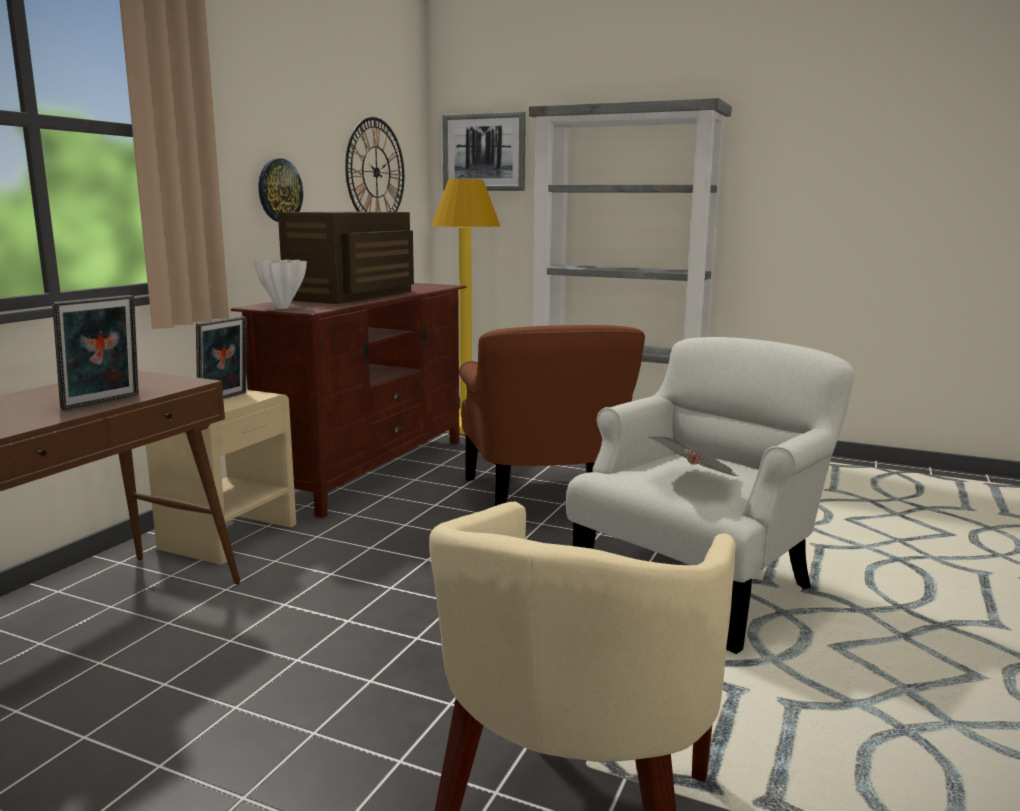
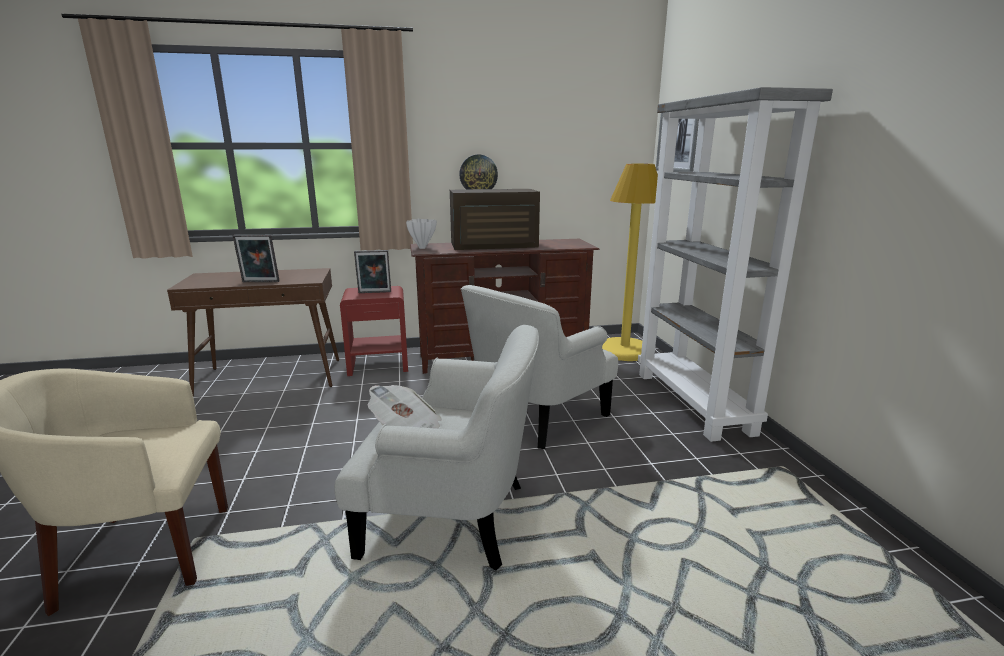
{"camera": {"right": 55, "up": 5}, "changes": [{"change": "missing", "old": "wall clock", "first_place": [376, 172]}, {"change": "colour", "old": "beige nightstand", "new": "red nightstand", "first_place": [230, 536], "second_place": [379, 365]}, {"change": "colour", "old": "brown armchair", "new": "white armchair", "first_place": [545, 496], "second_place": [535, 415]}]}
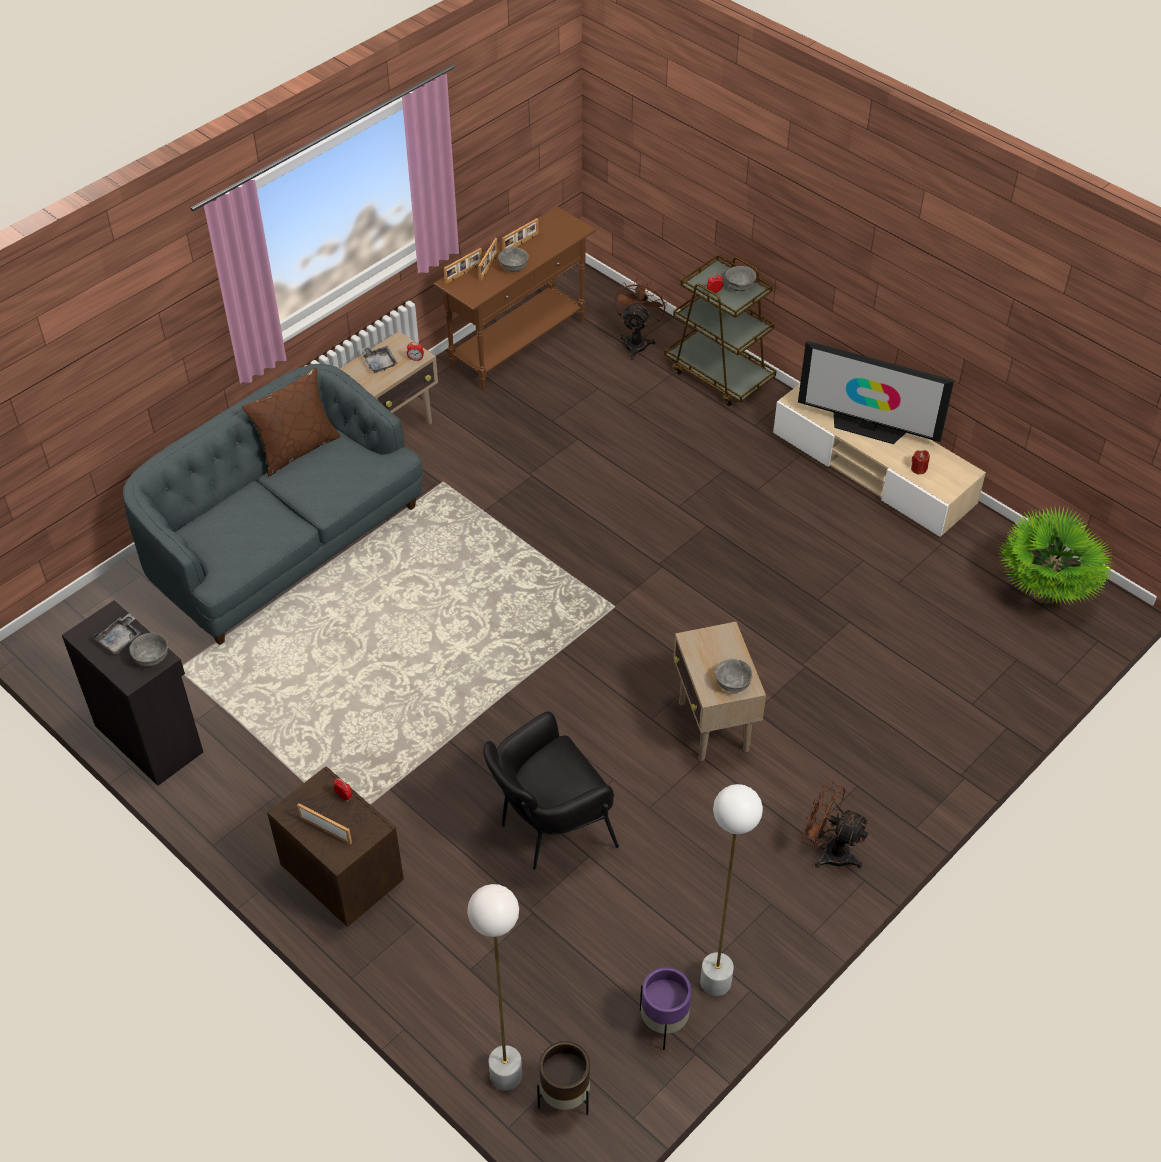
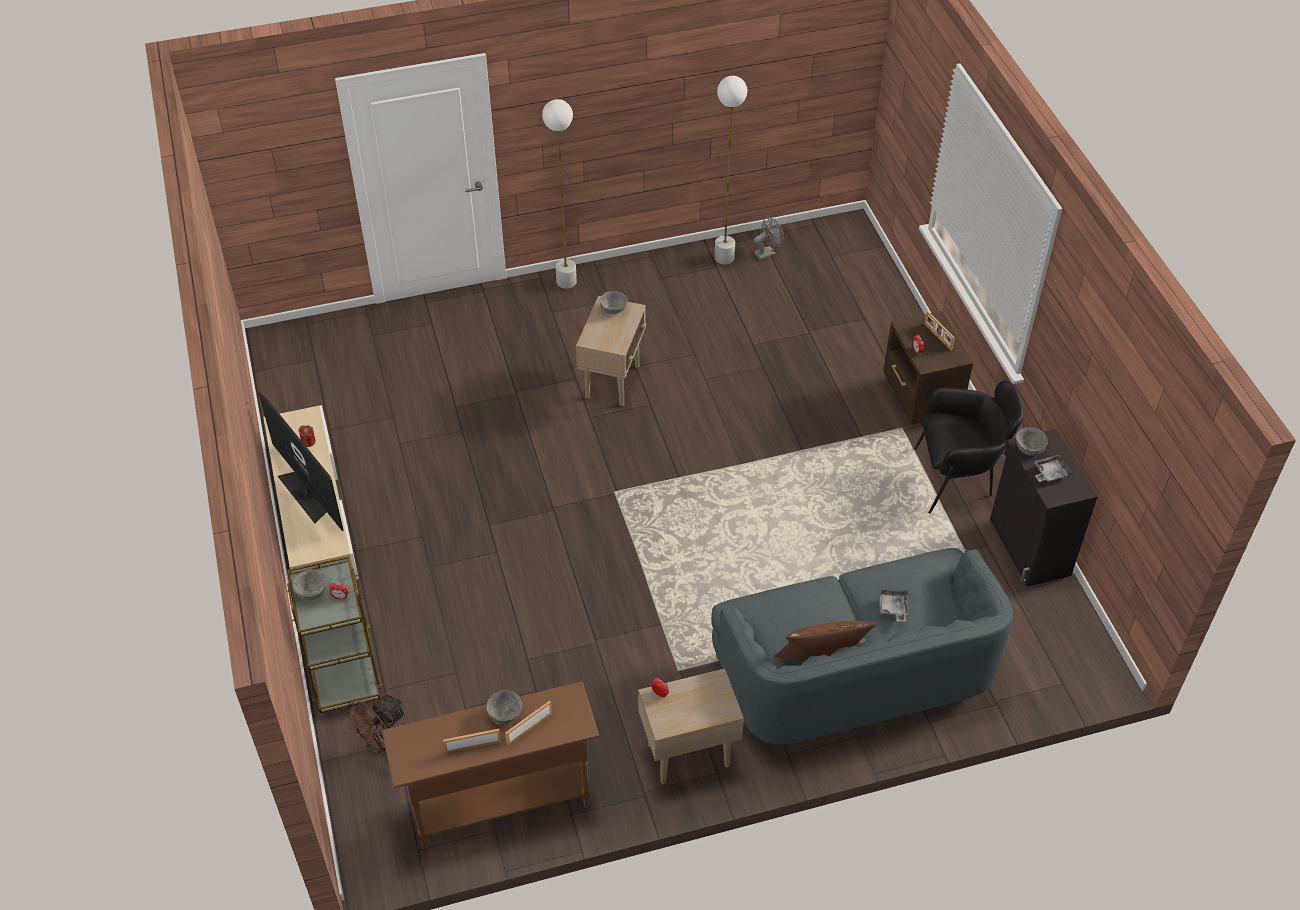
{"camera": {"right": -150, "up": 0}, "changes": [{"change": "missing", "old": "picture frame", "first_place": [464, 273]}, {"change": "missing", "old": "brown planter", "first_place": [564, 1097]}, {"change": "missing", "old": "brown fan", "first_place": [829, 851]}, {"change": "missing", "old": "potted plant", "first_place": [1045, 592]}, {"change": "relocated", "old": "grey tray", "first_place": [379, 362], "second_place": [892, 608]}, {"change": "relocated", "old": "white floor lamp", "first_place": [506, 1075], "second_place": [566, 282]}, {"change": "relocated", "old": "black armchair", "first_place": [549, 830], "second_place": [958, 479]}, {"change": "exchanged", "old": "purple planter", "new": "grey fan", "first_place": [664, 1023], "second_place": [767, 252]}]}
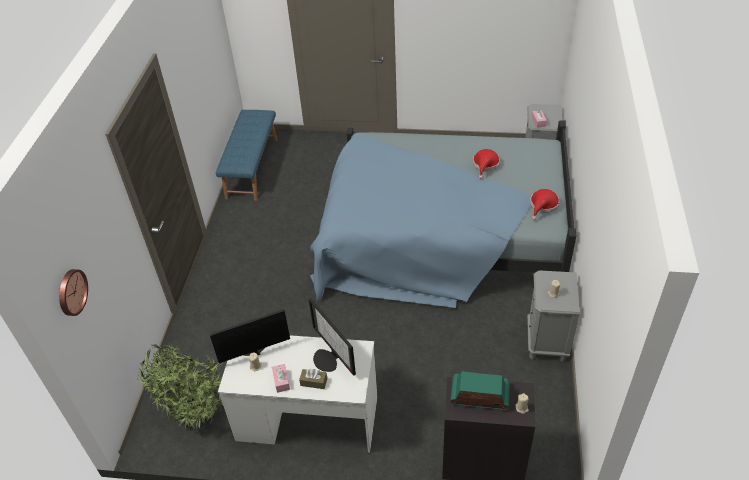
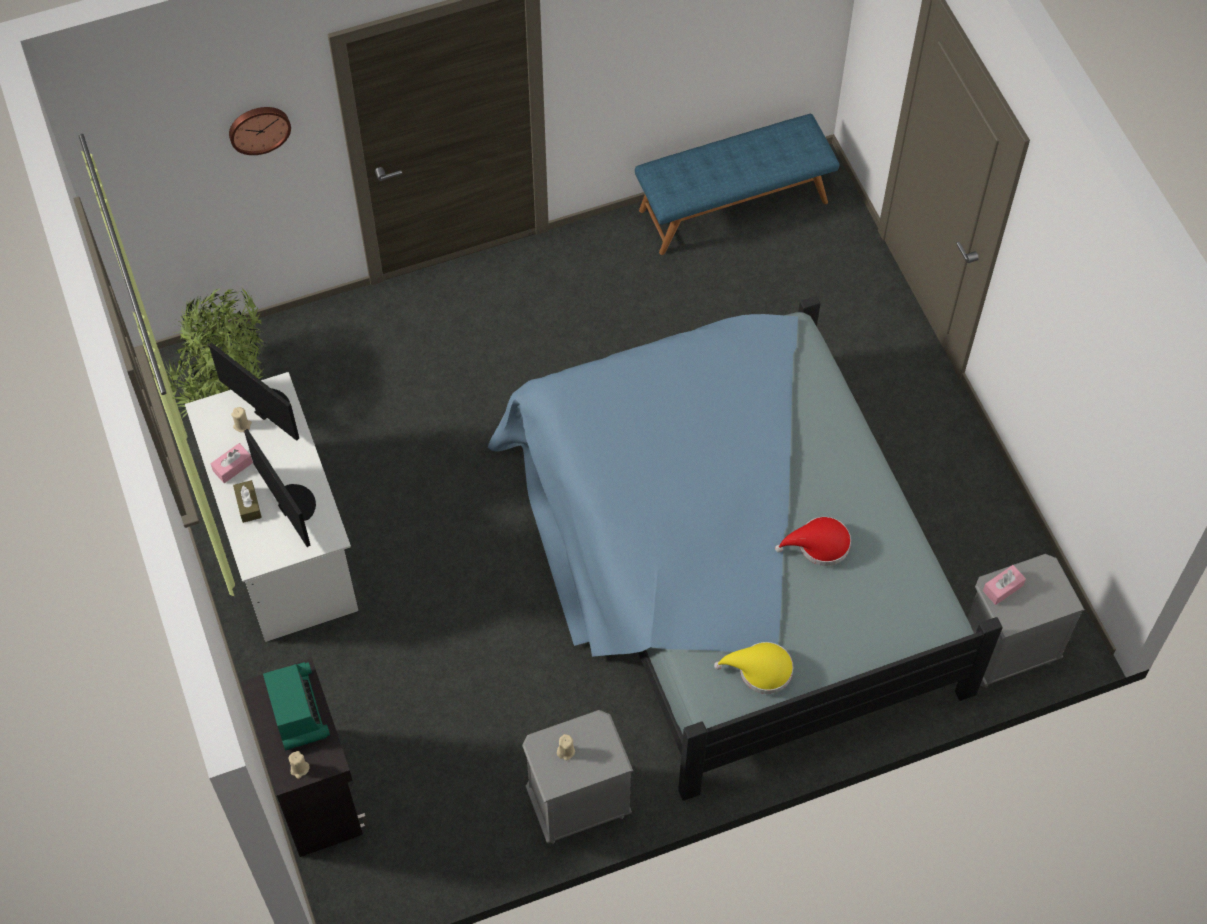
{"camera": {"right": 60, "up": 15}, "changes": [{"change": "relocated", "old": "wall clock", "first_place": [71, 292], "second_place": [259, 128]}, {"change": "colour", "old": "red hat", "new": "yellow hat", "first_place": [543, 205], "second_place": [760, 670]}, {"change": "spun", "old": "monitor", "first_place": [328, 359], "second_place": [293, 504], "degrees": 120}]}
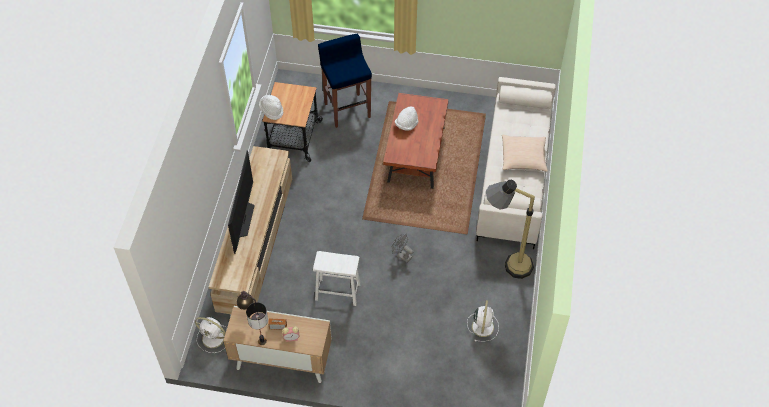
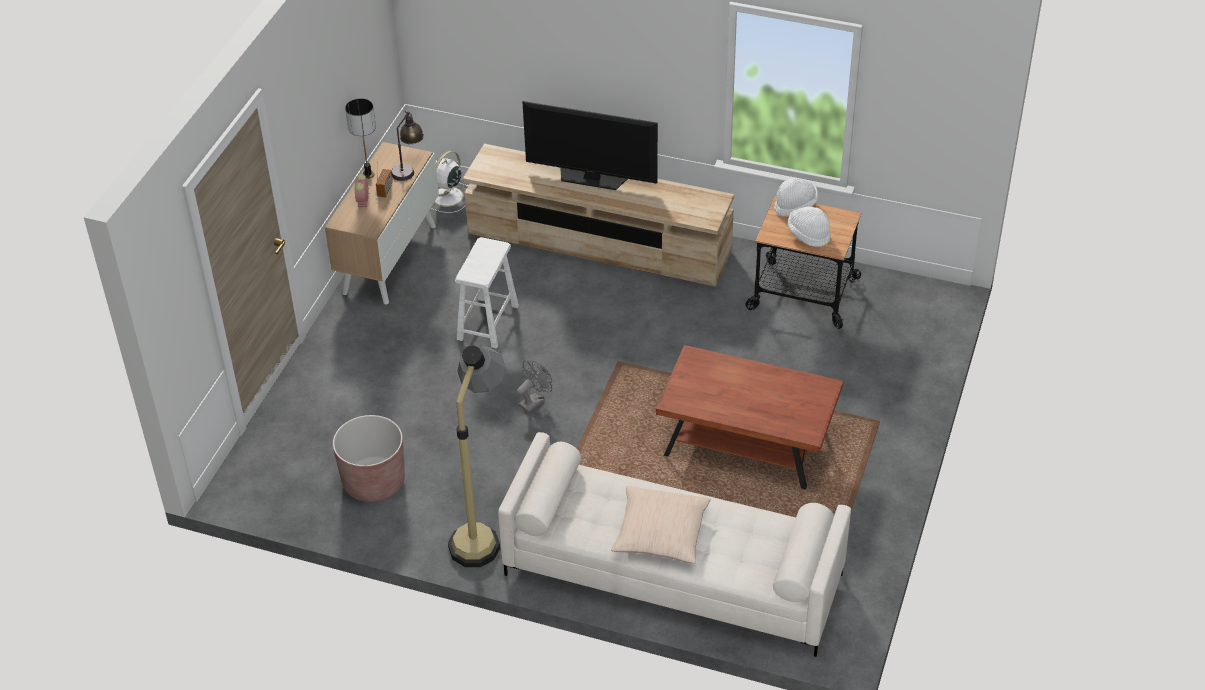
{"camera": {"right": 100, "up": -10}, "changes": [{"change": "missing", "old": "blue stool", "first_place": [347, 109]}, {"change": "relocated", "old": "white hat", "first_place": [406, 124], "second_place": [809, 234]}, {"change": "exchanged", "old": "white fan", "new": "brown planter", "first_place": [483, 326], "second_place": [374, 482]}]}
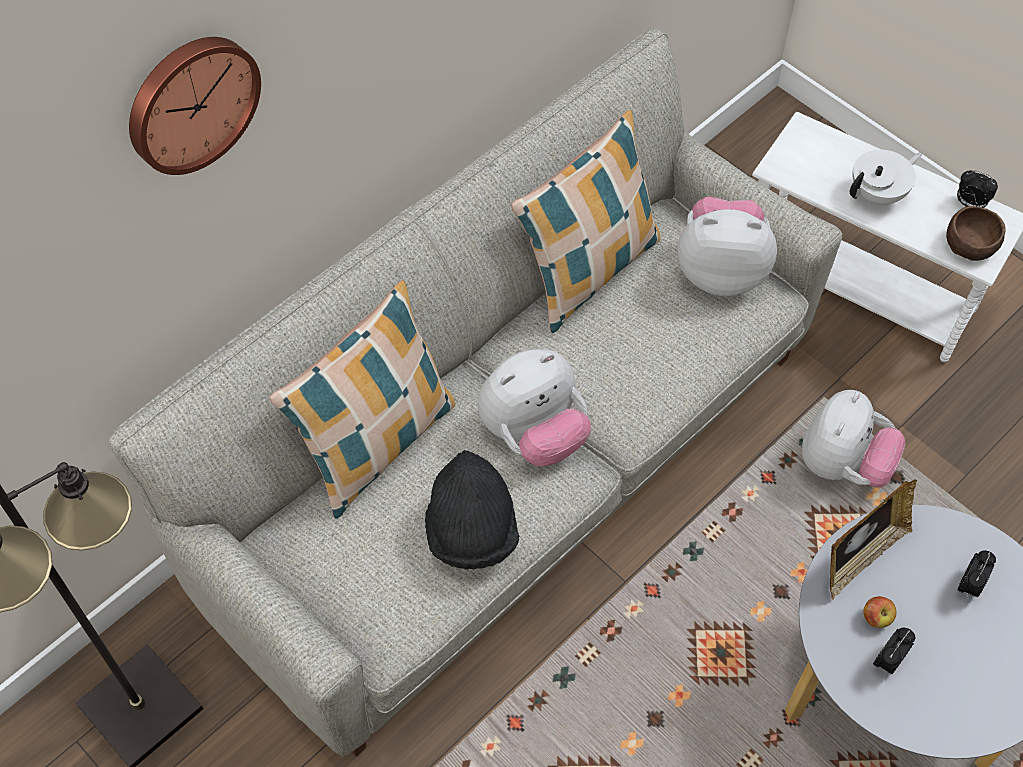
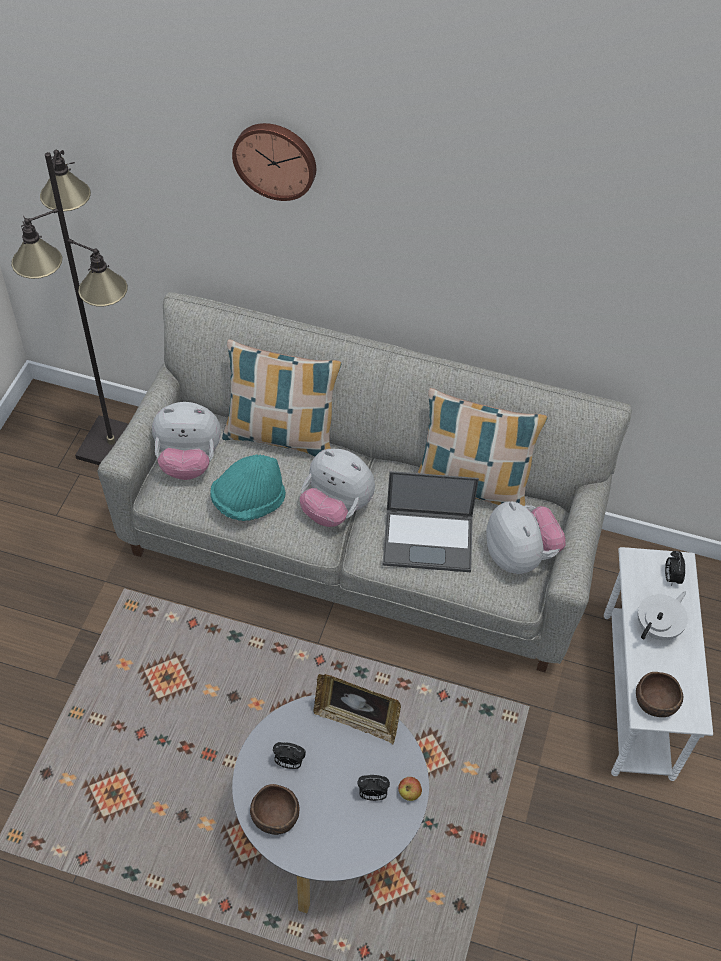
{"camera": {"right": 60, "up": -5}, "changes": [{"change": "appeared", "new": "brown bowl", "second_place": [276, 817]}, {"change": "appeared", "new": "laptop", "second_place": [429, 539]}, {"change": "relocated", "old": "plush toy", "first_place": [842, 464], "second_place": [188, 461]}, {"change": "relocated", "old": "apple", "first_place": [876, 618], "second_place": [409, 793]}, {"change": "relocated", "old": "alarm clock", "first_place": [969, 204], "second_place": [671, 577]}, {"change": "colour", "old": "black hat", "new": "turquoise hat", "first_place": [471, 530], "second_place": [248, 502]}, {"change": "spun", "old": "white teapot", "first_place": [878, 194], "second_place": [658, 628], "degrees": -75}]}
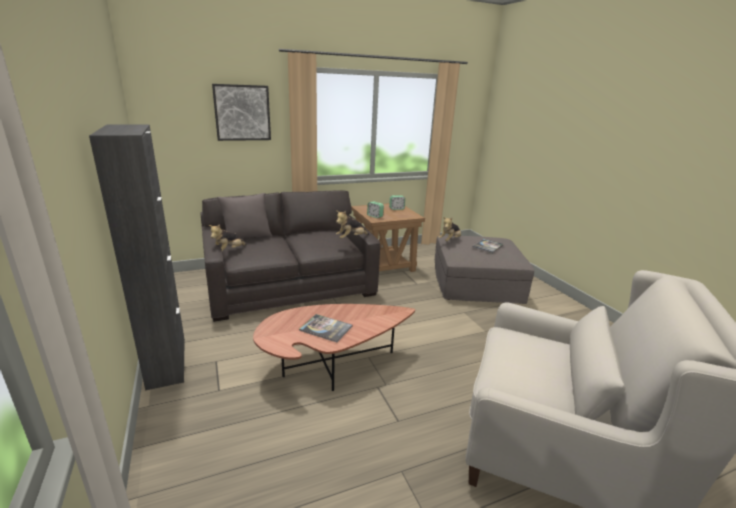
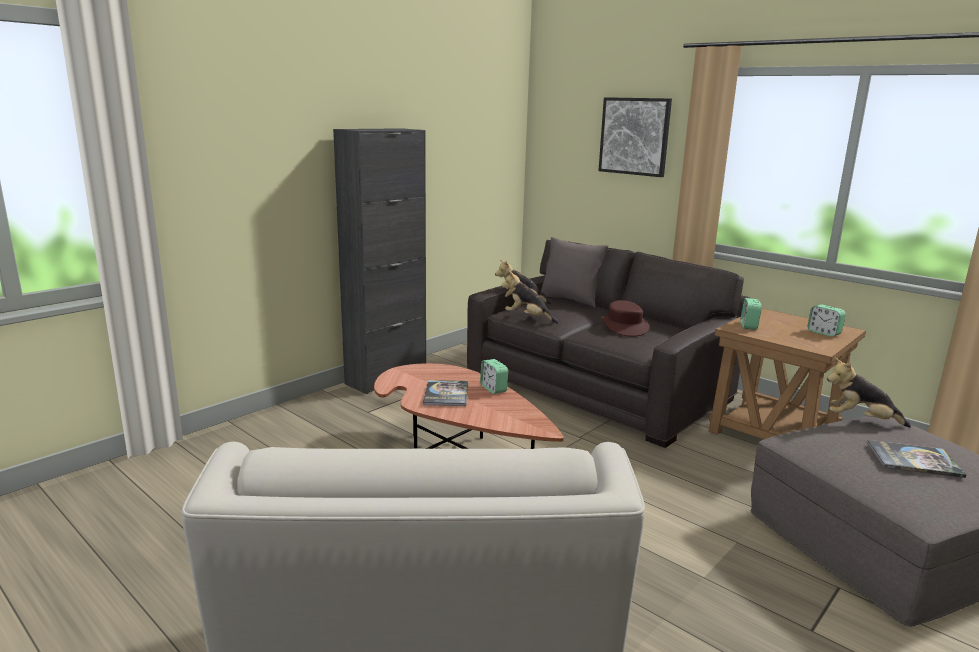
{"camera": {"right": 65, "up": -5}, "changes": [{"change": "appeared", "new": "alarm clock", "second_place": [493, 389]}, {"change": "appeared", "new": "brown hat", "second_place": [624, 326]}, {"change": "relocated", "old": "plush toy", "first_place": [351, 238], "second_place": [528, 318]}]}
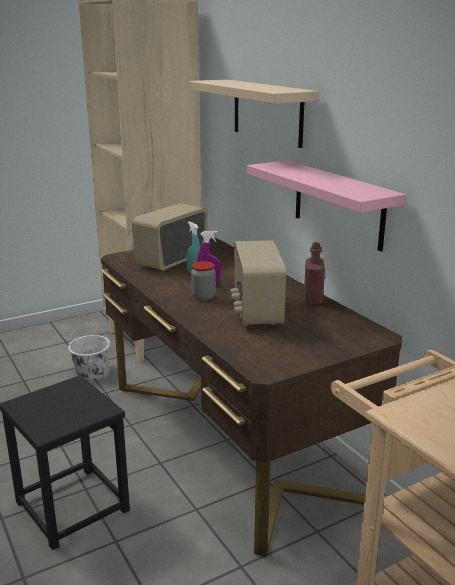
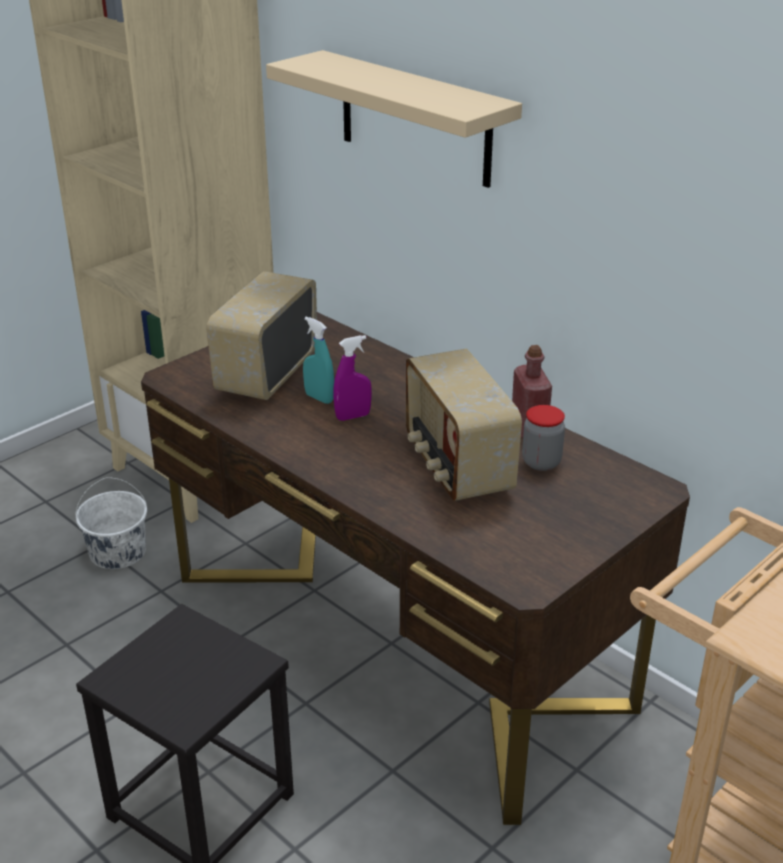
{"camera": {"right": -15, "up": 10}, "changes": [{"change": "missing", "old": "pink shelf", "first_place": [338, 204]}, {"change": "relocated", "old": "jar", "first_place": [203, 297], "second_place": [541, 462]}]}
